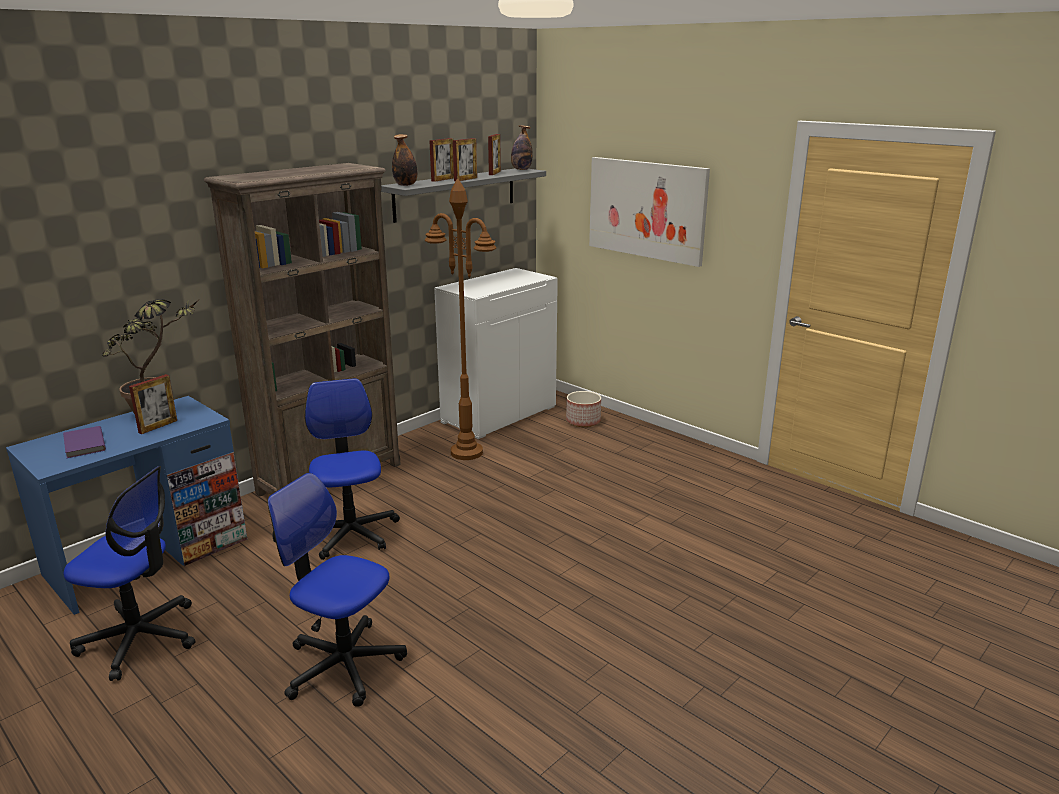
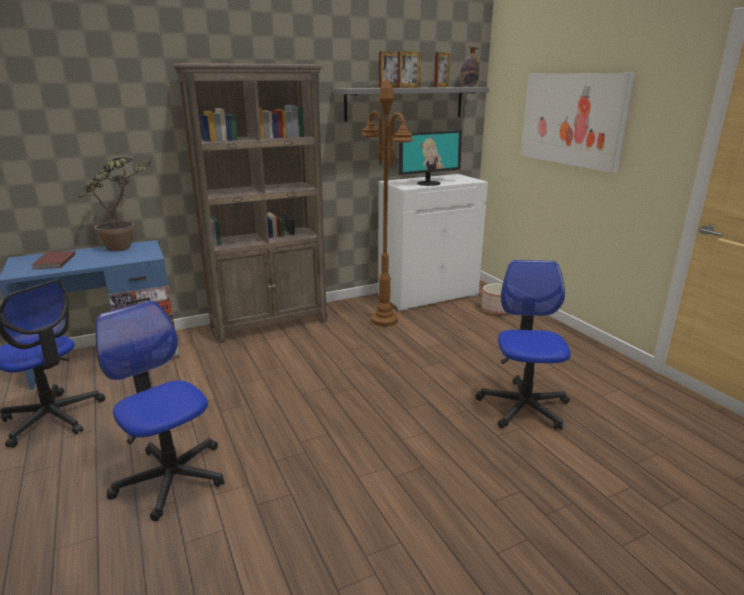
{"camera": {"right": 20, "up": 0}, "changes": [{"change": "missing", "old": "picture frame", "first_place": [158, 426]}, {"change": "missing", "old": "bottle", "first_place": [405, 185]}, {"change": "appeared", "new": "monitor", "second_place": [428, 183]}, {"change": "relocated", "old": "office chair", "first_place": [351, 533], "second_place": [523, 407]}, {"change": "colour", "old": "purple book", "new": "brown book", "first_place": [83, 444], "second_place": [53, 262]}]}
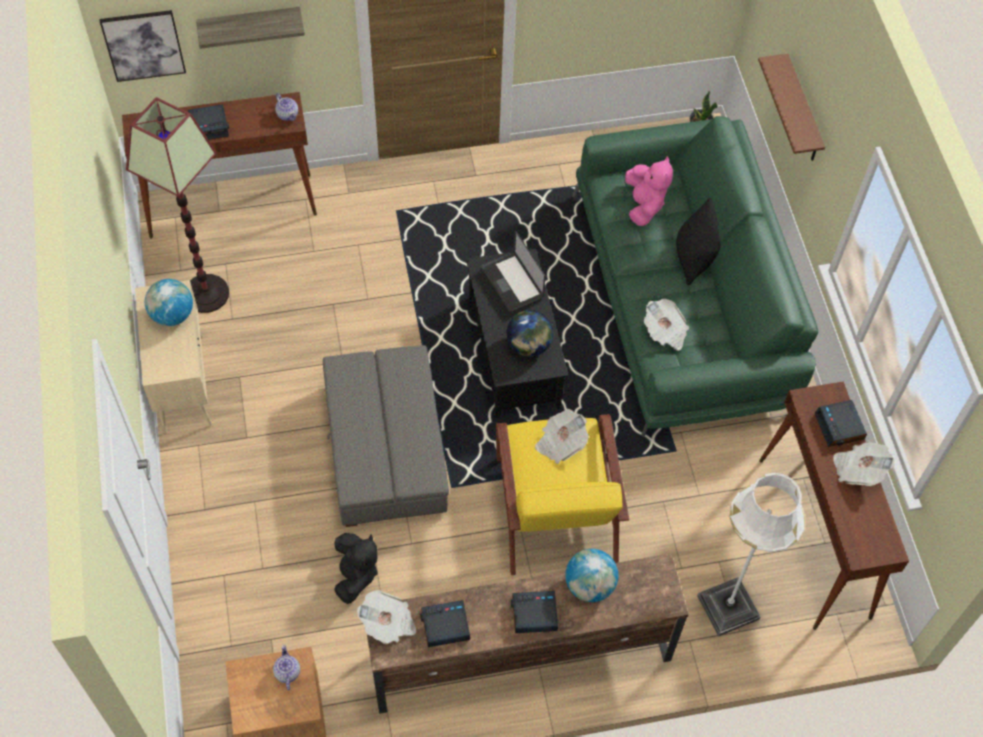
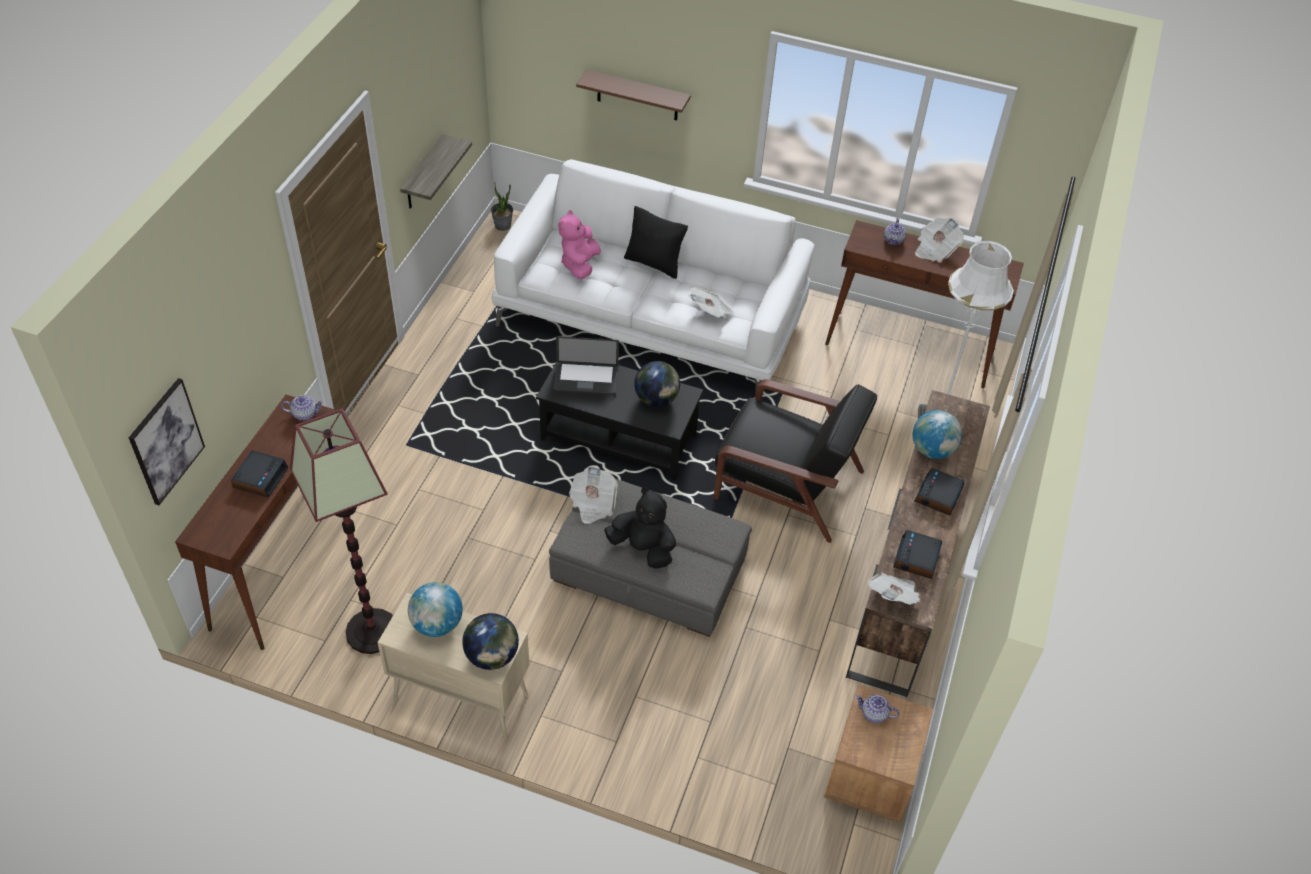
{"camera": {"right": -60, "up": -10}, "changes": [{"change": "appeared", "new": "globe", "second_place": [492, 656]}, {"change": "relocated", "old": "shelf", "first_place": [250, 26], "second_place": [423, 174]}, {"change": "relocated", "old": "black plush toy", "first_place": [355, 574], "second_place": [643, 548]}, {"change": "relocated", "old": "newspaper", "first_place": [560, 443], "second_place": [593, 504]}, {"change": "exchanged", "old": "alarm clock", "new": "teapot", "first_place": [840, 427], "second_place": [893, 240]}, {"change": "colour", "old": "yellow armchair", "new": "black armchair", "first_place": [555, 507], "second_place": [785, 483]}, {"change": "colour", "old": "green sofa", "new": "white sofa", "first_place": [681, 301], "second_place": [652, 315]}, {"change": "spun", "old": "pink plush toy", "first_place": [644, 205], "second_place": [579, 265], "degrees": -105}]}
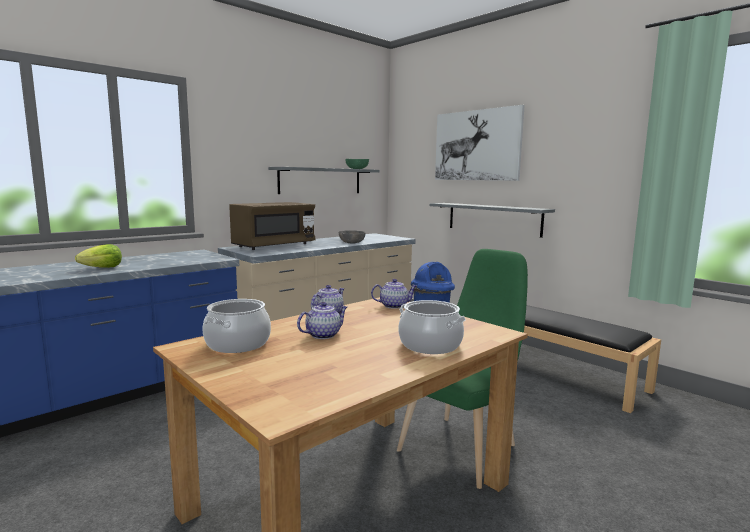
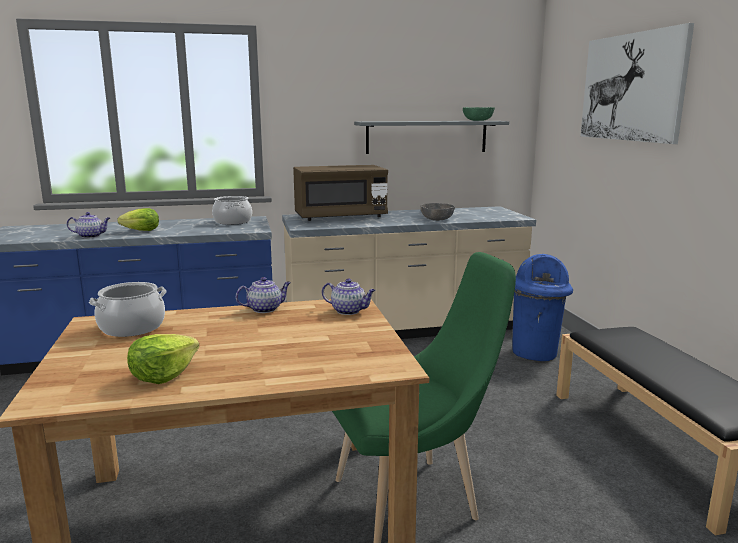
{"camera": {"right": 30, "up": 5}, "changes": [{"change": "missing", "old": "grey shelf", "first_place": [493, 219]}, {"change": "appeared", "new": "lettuce", "second_place": [163, 375]}, {"change": "relocated", "old": "teapot", "first_place": [323, 335], "second_place": [91, 236]}, {"change": "relocated", "old": "cooking pot", "first_place": [430, 345], "second_place": [233, 221]}]}
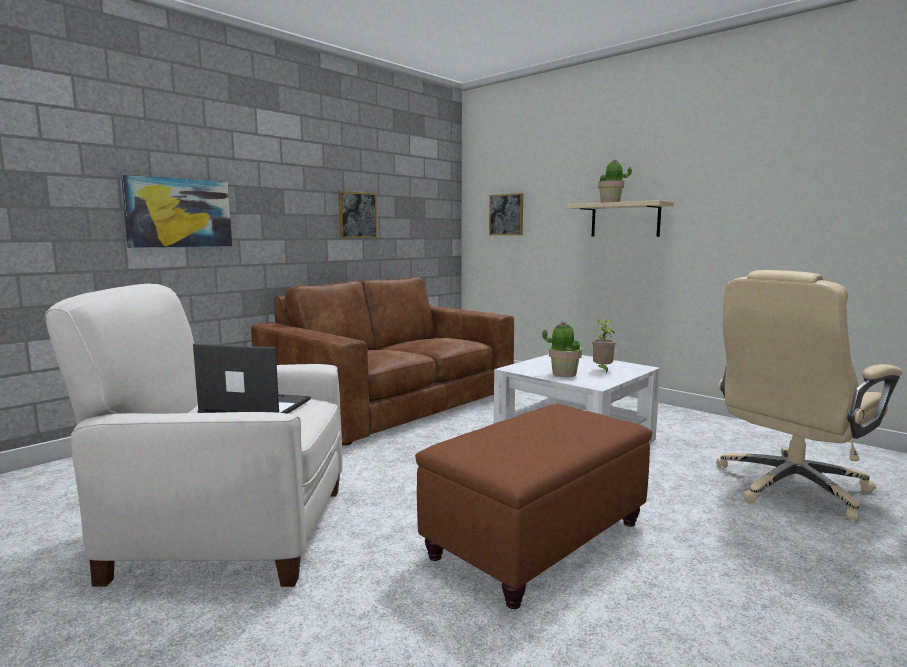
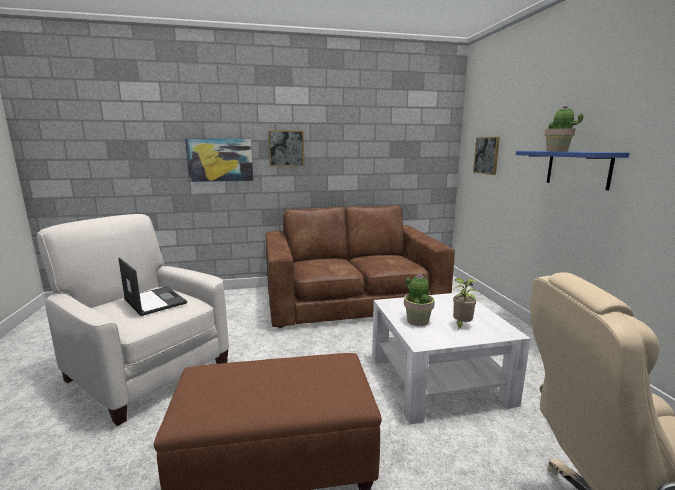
{"camera": {"right": 35, "up": 5}, "changes": [{"change": "relocated", "old": "picture", "first_place": [357, 215], "second_place": [286, 148]}, {"change": "colour", "old": "beige shelf", "new": "blue shelf", "first_place": [625, 220], "second_place": [578, 169]}]}
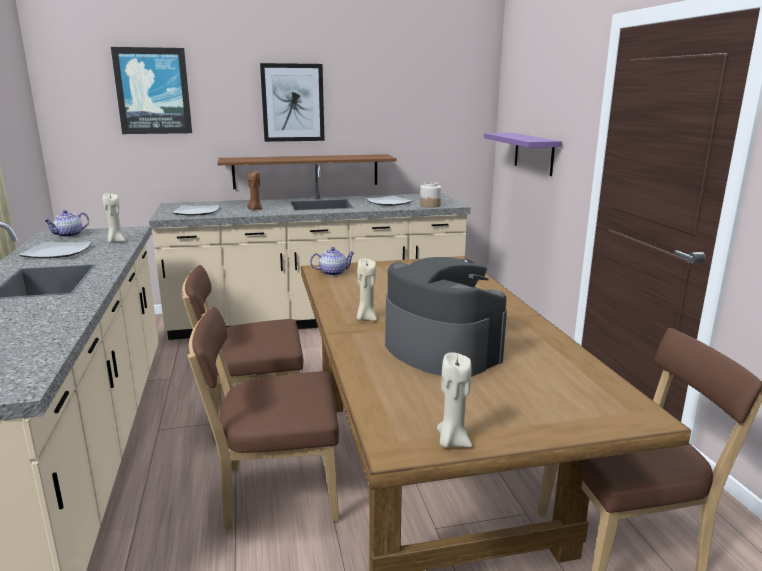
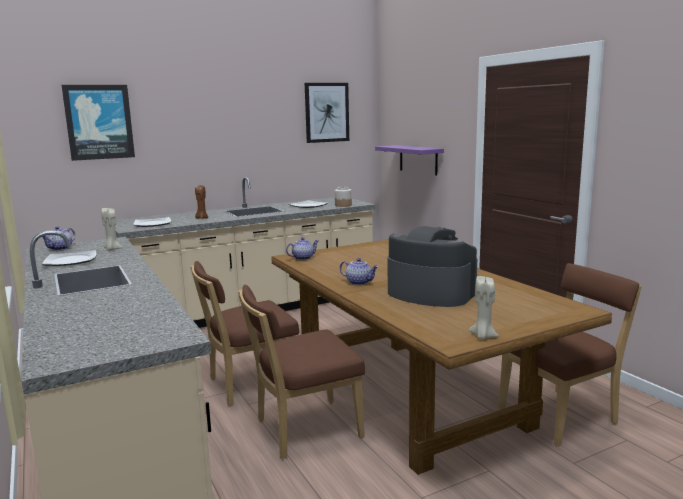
{"camera": {"right": -15, "up": -5}, "changes": [{"change": "missing", "old": "brown shelf", "first_place": [306, 171]}, {"change": "relocated", "old": "picture", "first_place": [293, 103], "second_place": [326, 112]}, {"change": "exchanged", "old": "beige candle", "new": "teapot", "first_place": [366, 318], "second_place": [359, 282]}]}
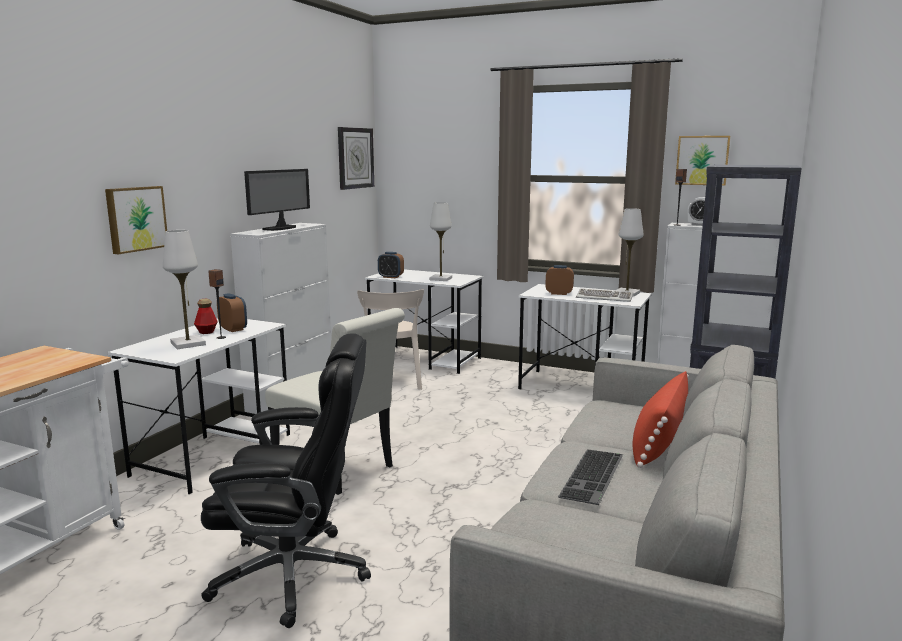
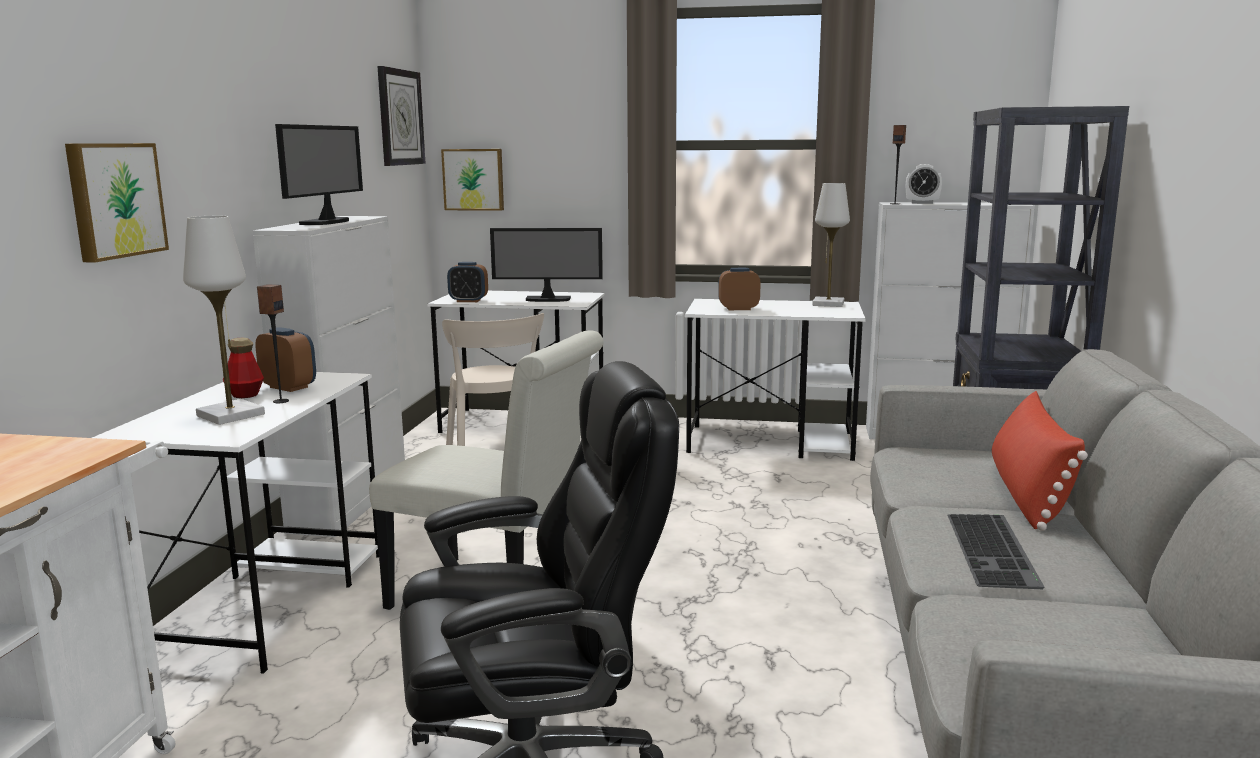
{"camera": {"right": -15, "up": 0}, "changes": [{"change": "missing", "old": "keyboard", "first_place": [604, 297]}, {"change": "relocated", "old": "picture", "first_place": [702, 160], "second_place": [473, 179]}, {"change": "exchanged", "old": "white table lamp", "new": "monitor", "first_place": [441, 279], "second_place": [547, 299]}]}
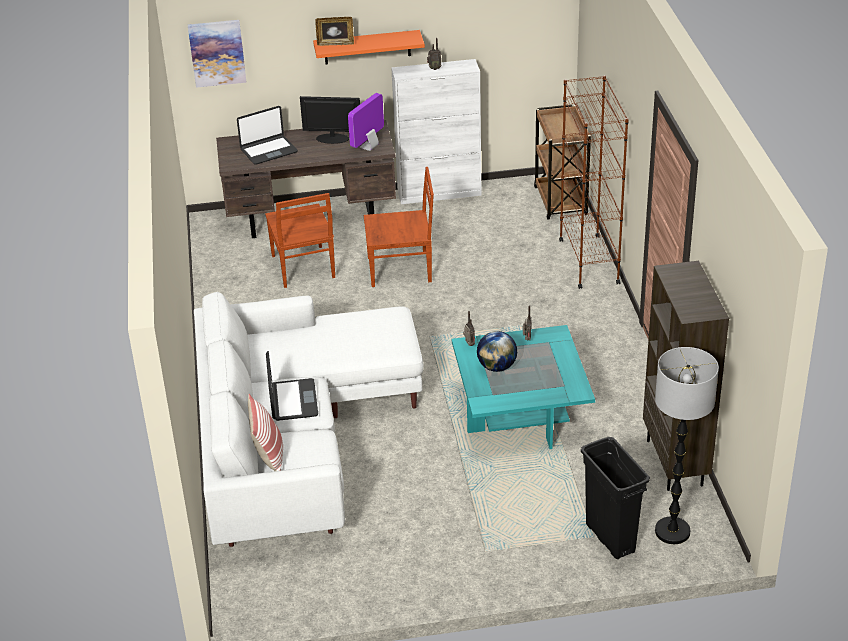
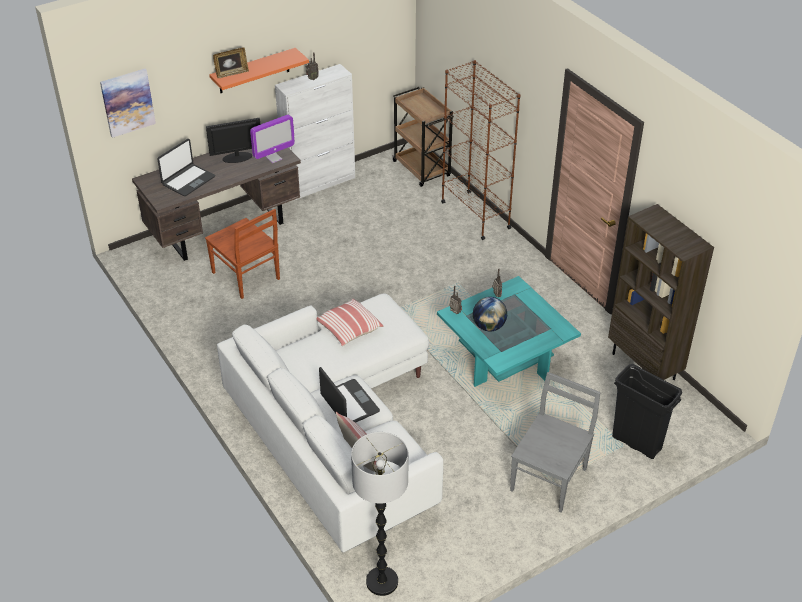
{"camera": {"right": -25, "up": 5}, "changes": [{"change": "missing", "old": "brown chair", "first_place": [401, 269]}, {"change": "appeared", "new": "pillow", "second_place": [348, 329]}, {"change": "appeared", "new": "grey chair", "second_place": [549, 478]}, {"change": "relocated", "old": "floor lamp", "first_place": [672, 531], "second_place": [382, 582]}, {"change": "spun", "old": "monitor", "first_place": [369, 146], "second_place": [274, 158], "degrees": -135}]}
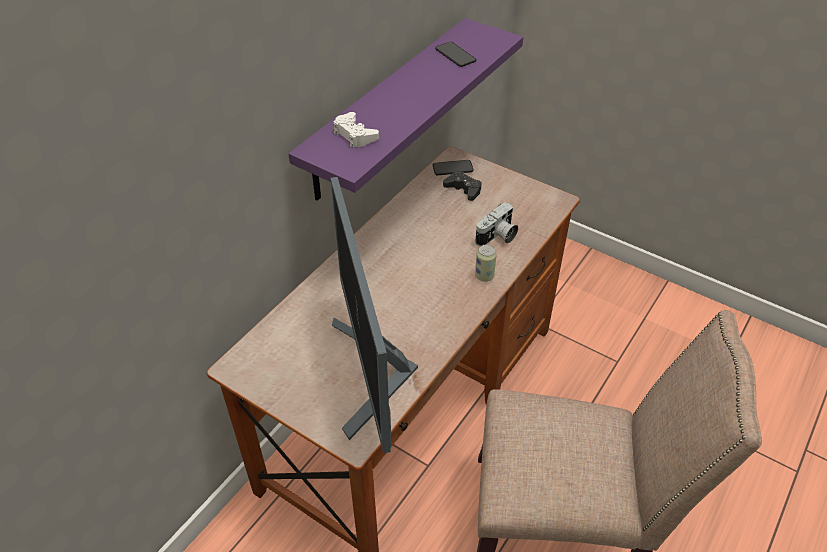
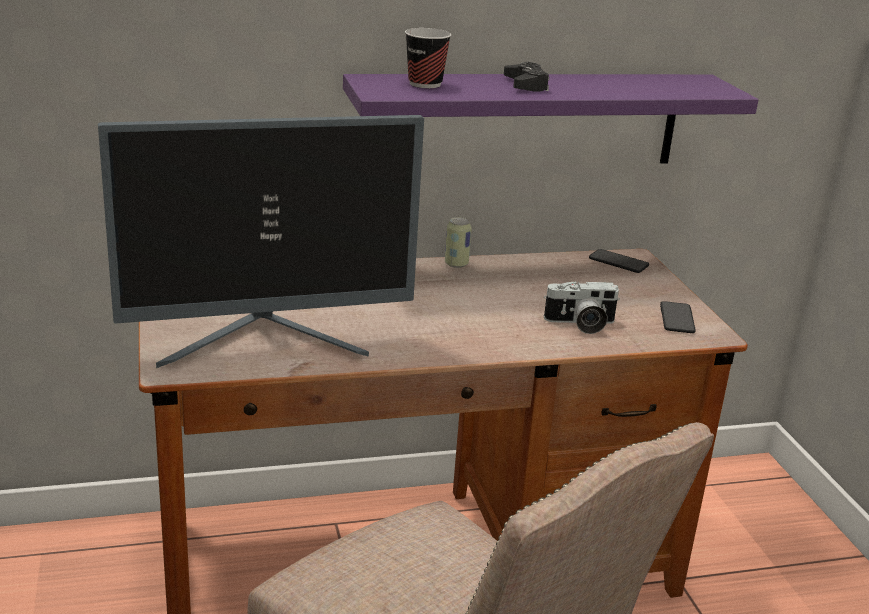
{"camera": {"right": 40, "up": -20}, "changes": [{"change": "relocated", "old": "phone", "first_place": [455, 55], "second_place": [677, 318]}, {"change": "relocated", "old": "black game controller", "first_place": [463, 189], "second_place": [526, 85]}, {"change": "relocated", "old": "can", "first_place": [484, 276], "second_place": [456, 264]}, {"change": "exchanged", "old": "white game controller", "new": "cup", "first_place": [354, 135], "second_place": [425, 84]}, {"change": "spun", "old": "monitor", "first_place": [372, 375], "second_place": [267, 341], "degrees": -135}]}
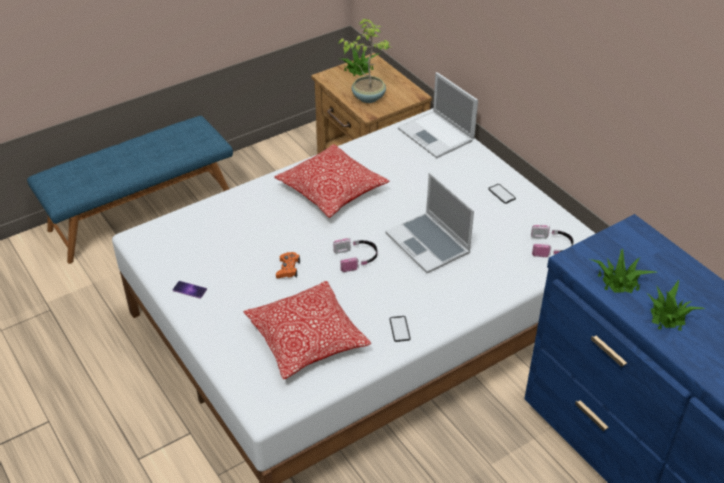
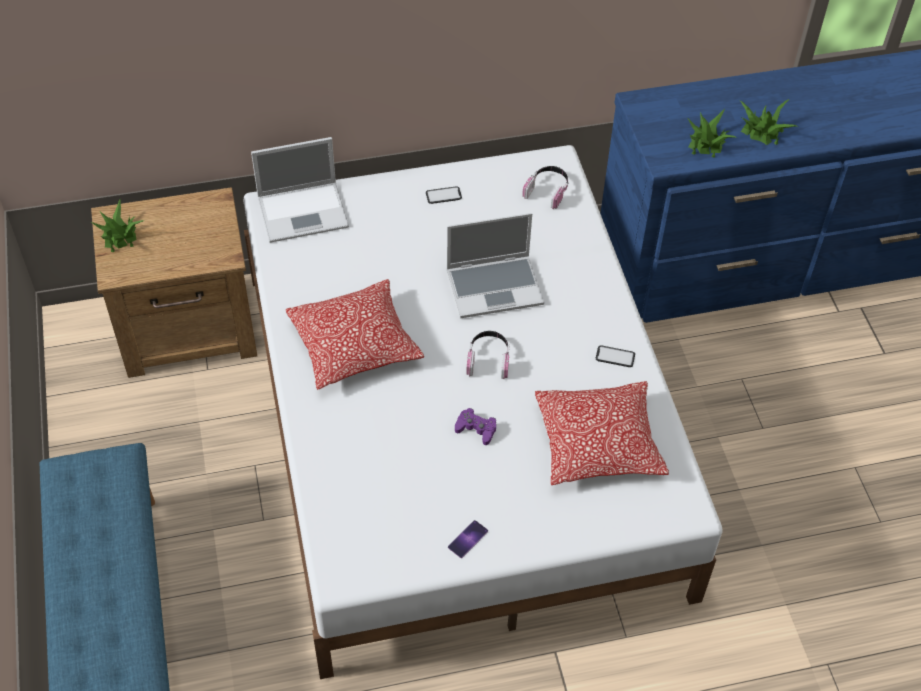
{"camera": {"right": -70, "up": 10}, "changes": [{"change": "missing", "old": "potted plant", "first_place": [368, 97]}, {"change": "colour", "old": "orange game controller", "new": "purple game controller", "first_place": [288, 269], "second_place": [476, 429]}]}
